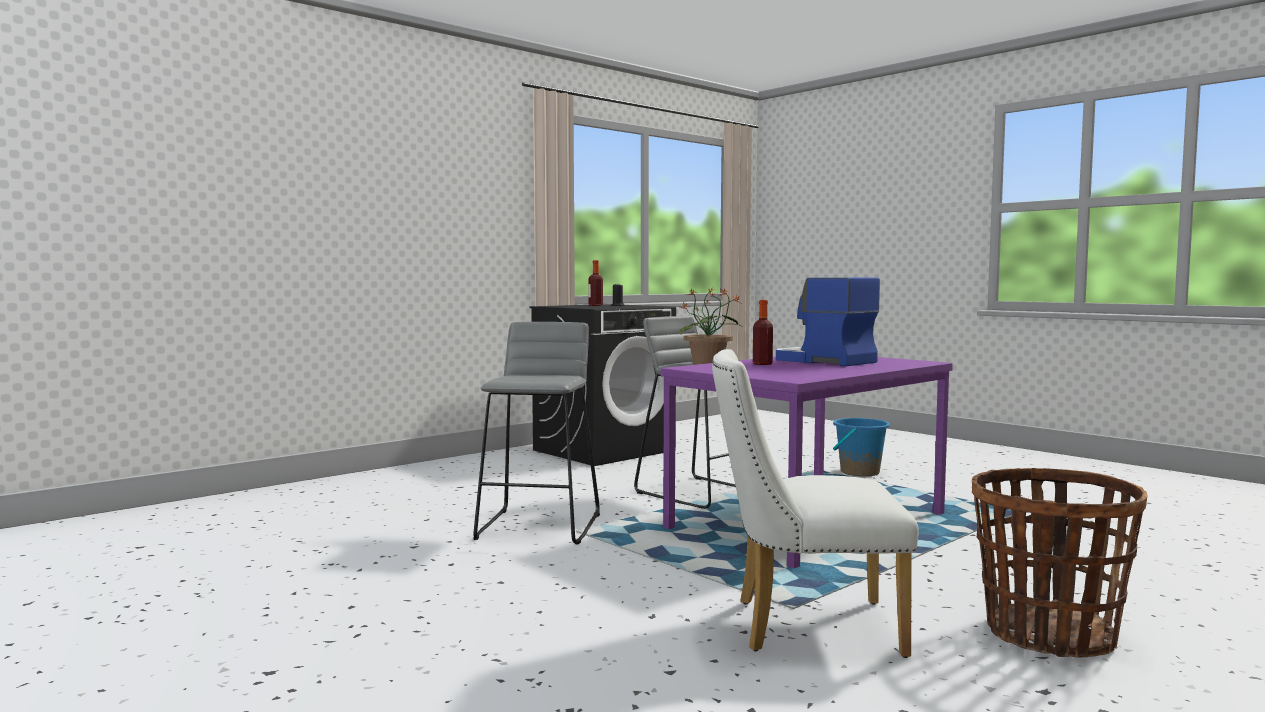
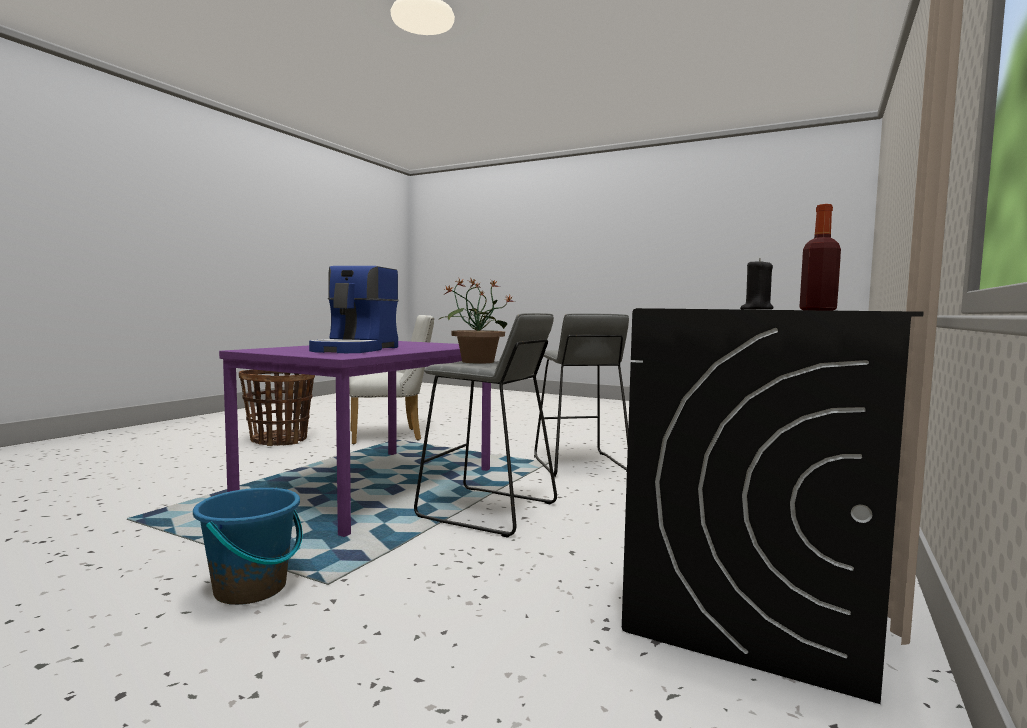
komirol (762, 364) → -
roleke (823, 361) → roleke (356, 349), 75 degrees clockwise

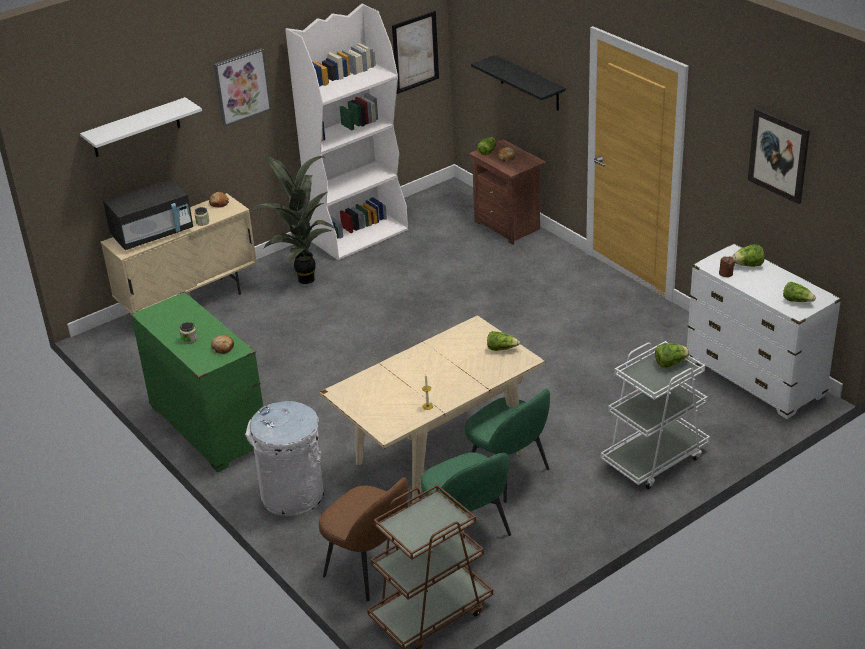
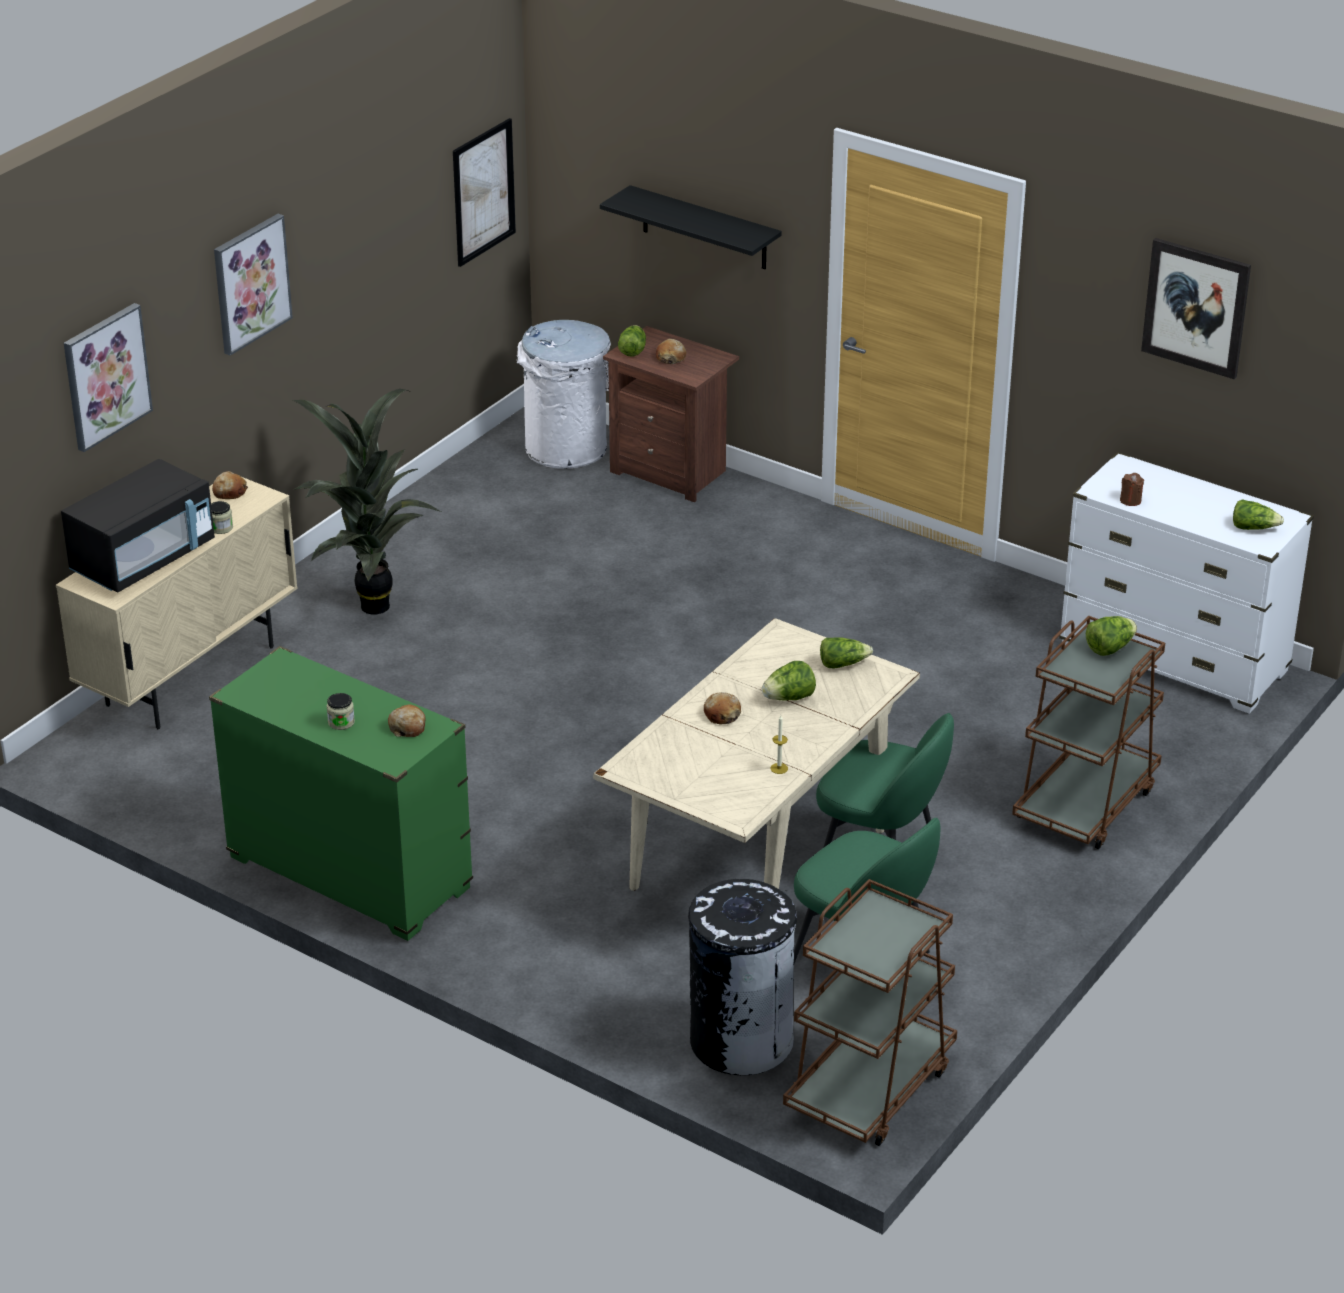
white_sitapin (136, 128) → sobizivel (106, 376)
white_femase (292, 496) → white_femase (566, 449), moved
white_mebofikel (359, 235) → -
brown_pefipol (370, 568) → black_femase (741, 1040)
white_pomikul (654, 459) → brown_pomikul (1085, 803)
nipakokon (748, 265) → nipakokon (789, 698), moved
- → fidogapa (722, 714)

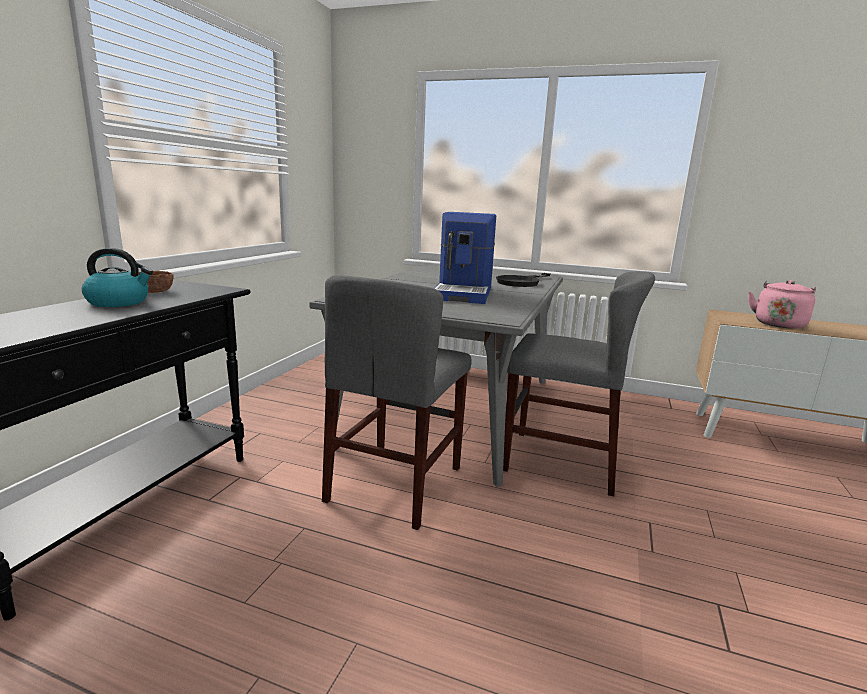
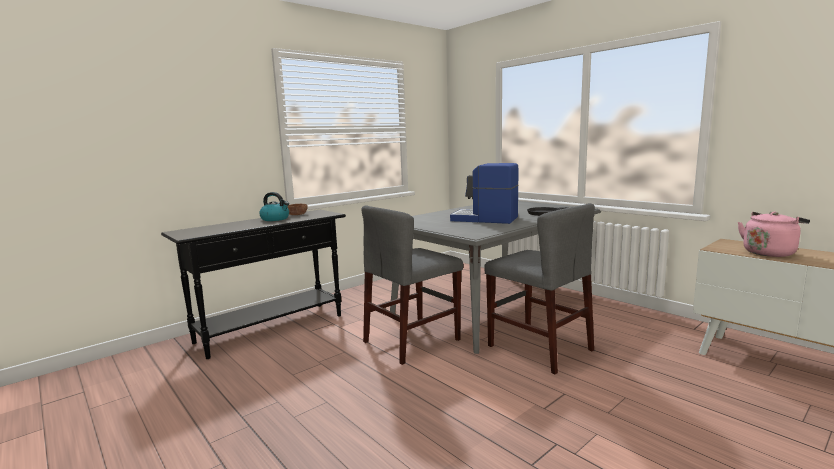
roleke (464, 293) → roleke (484, 219), 75 degrees clockwise

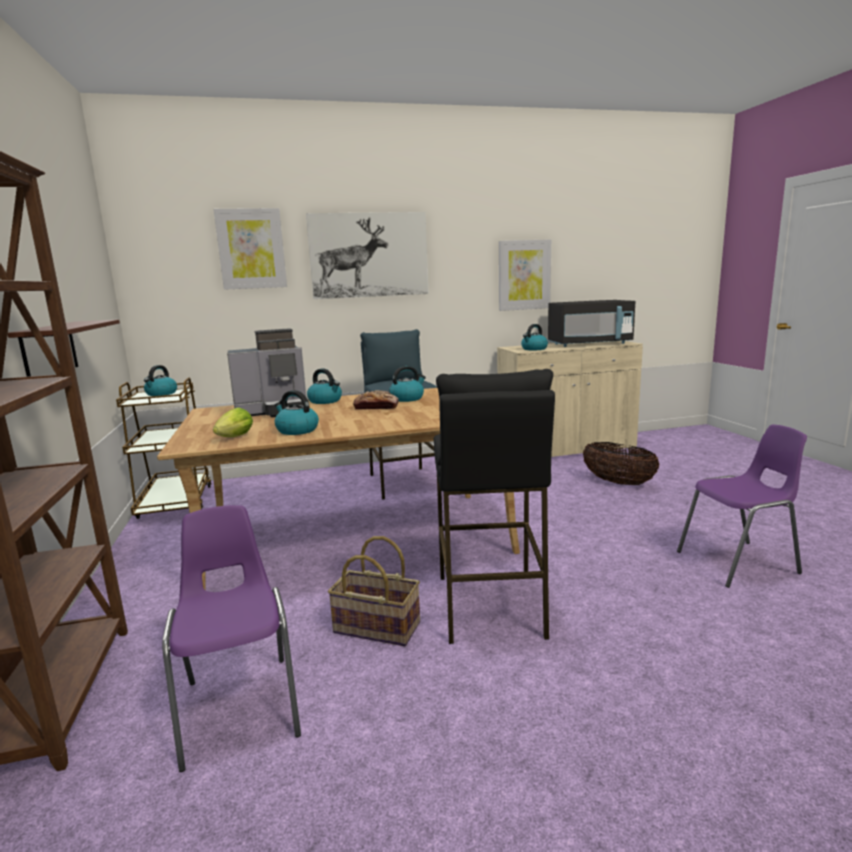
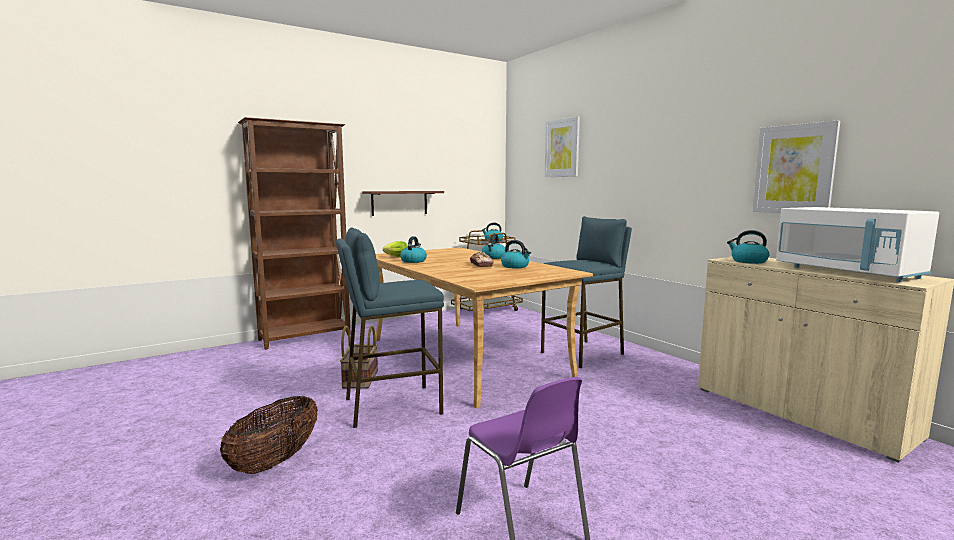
purple_pefipol (240, 707) → -
roleke (274, 411) → -
sobizivel (369, 255) → -
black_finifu (490, 605) → blue_finifu (392, 405)
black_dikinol (589, 344) → white_dikinol (847, 272)
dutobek (618, 482) → dutobek (275, 461), moved

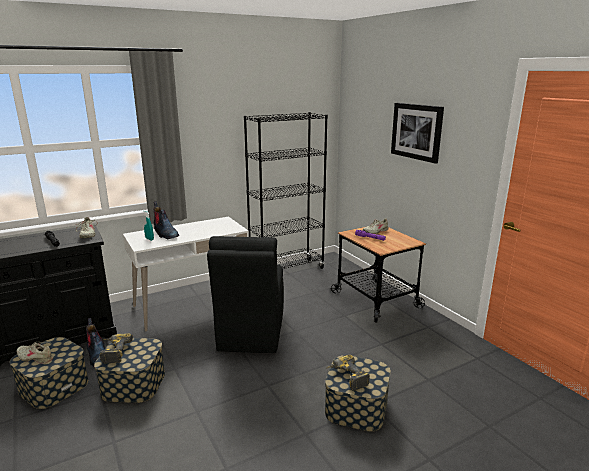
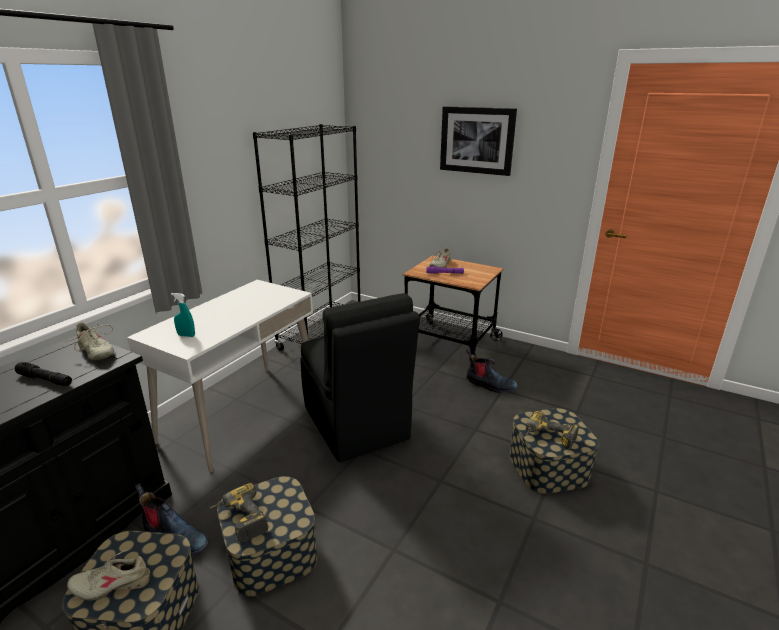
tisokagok (165, 234) → tisokagok (489, 385), moved

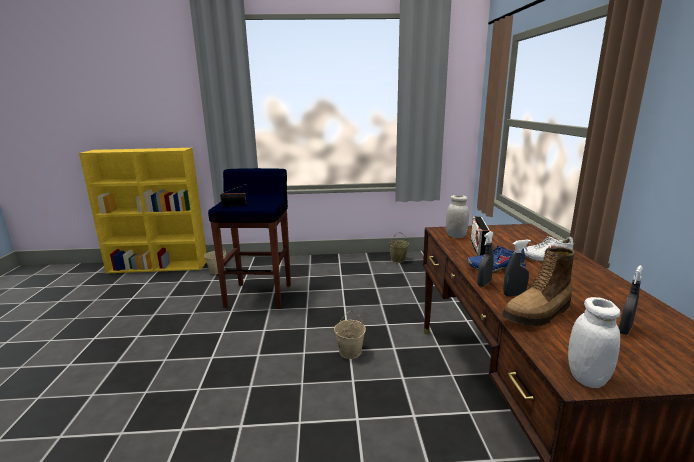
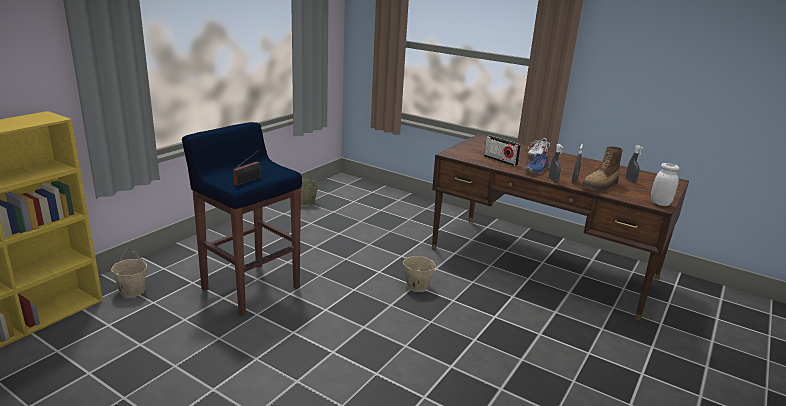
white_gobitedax (456, 236) → -
tisokagok (538, 314) → tisokagok (600, 186), 45 degrees clockwise

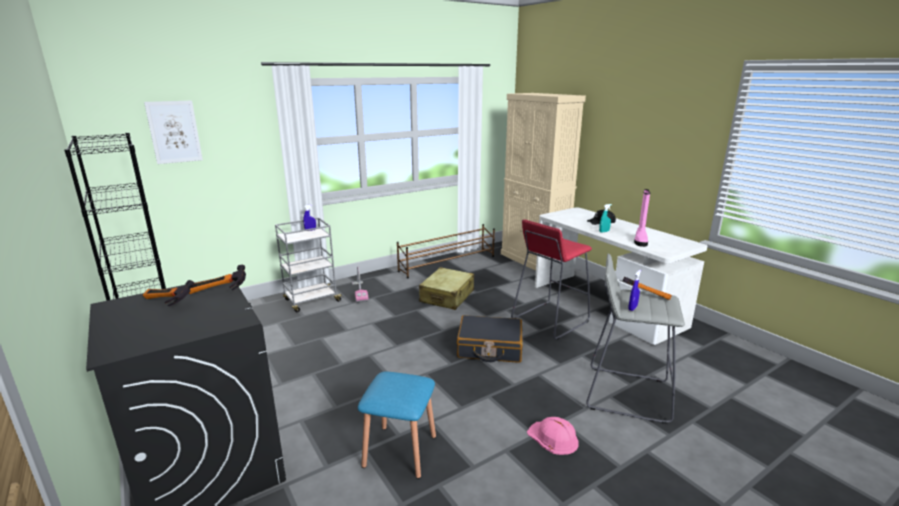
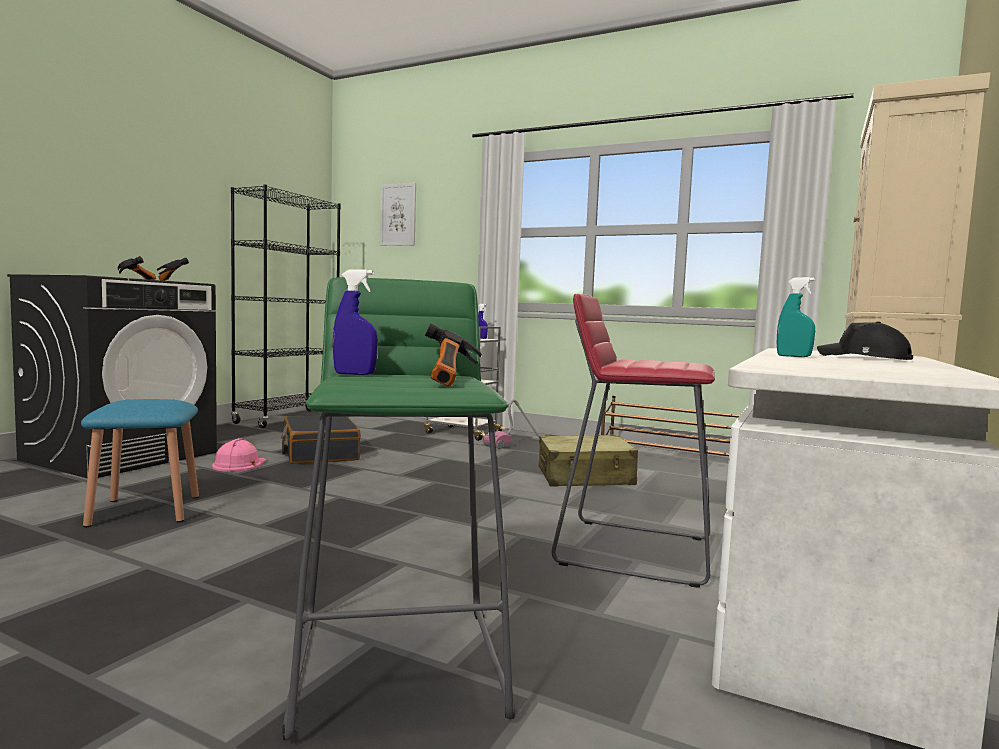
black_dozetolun (489, 348) → black_dozetolun (319, 452), moved
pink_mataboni (553, 438) → pink_mataboni (239, 464), moved
grey_finifu (626, 393) → green_finifu (400, 663)
pink_tisokagok (640, 240) → -

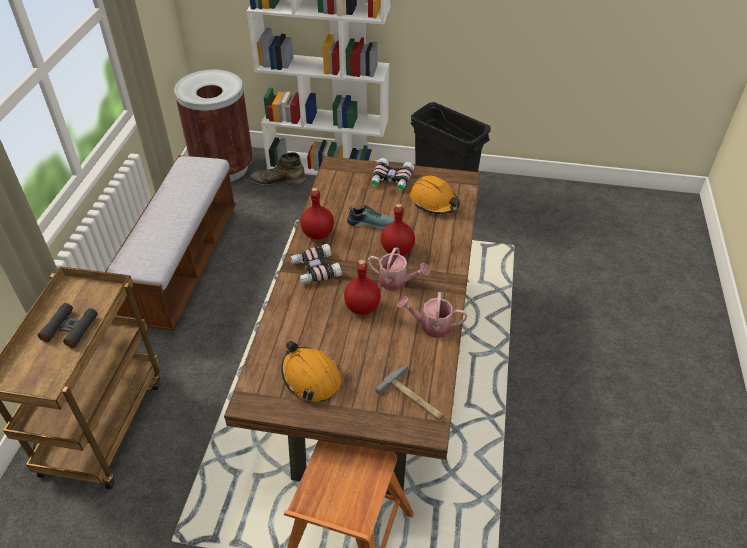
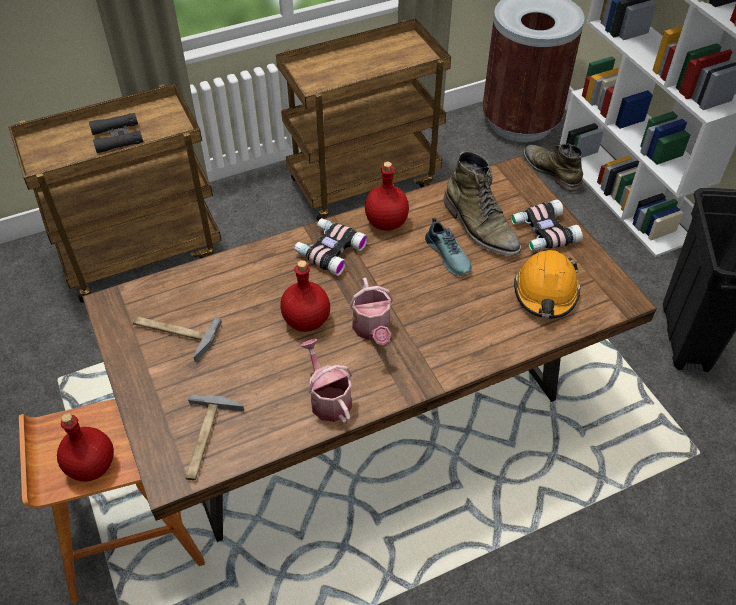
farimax (183, 264) → brown_pomikul (364, 181)
orange_mataboni (311, 377) → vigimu (173, 333)
red_komirol (396, 250) → red_komirol (91, 465), moved
- → green_tisokagok (480, 227)

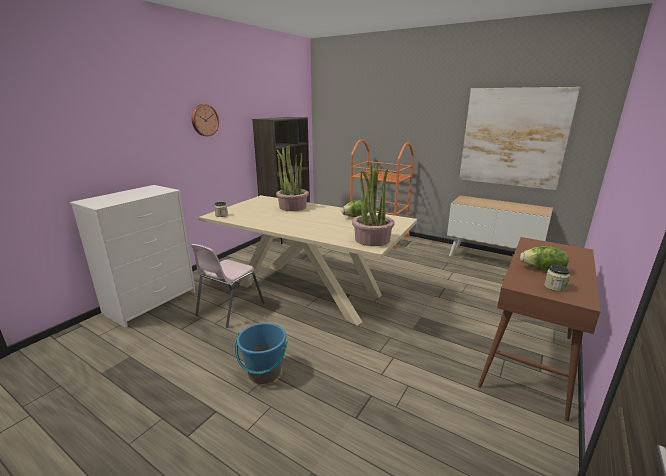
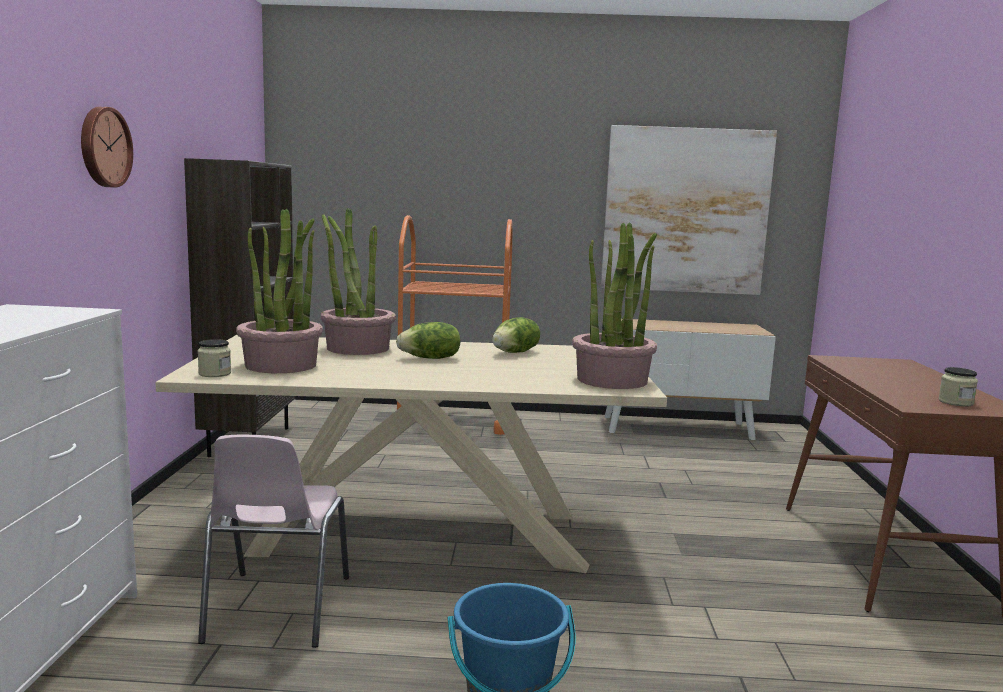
nipakokon (542, 270) → nipakokon (430, 358), moved
- → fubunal (281, 365)

